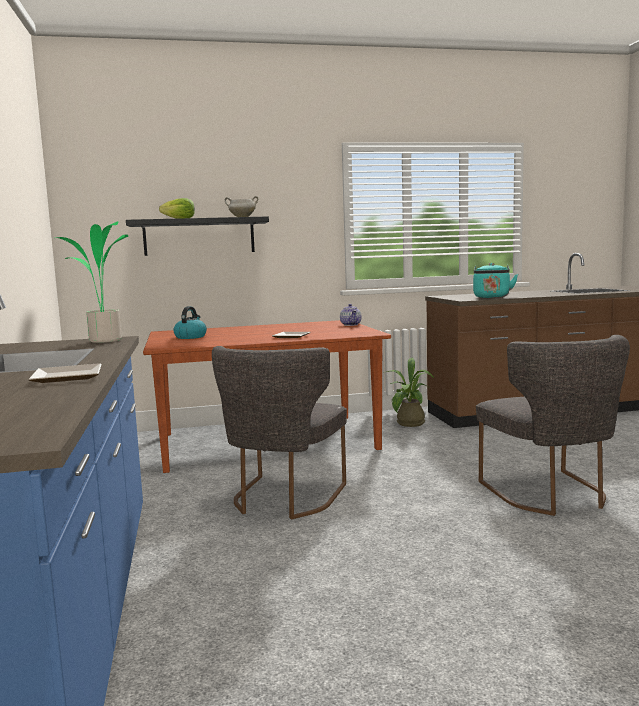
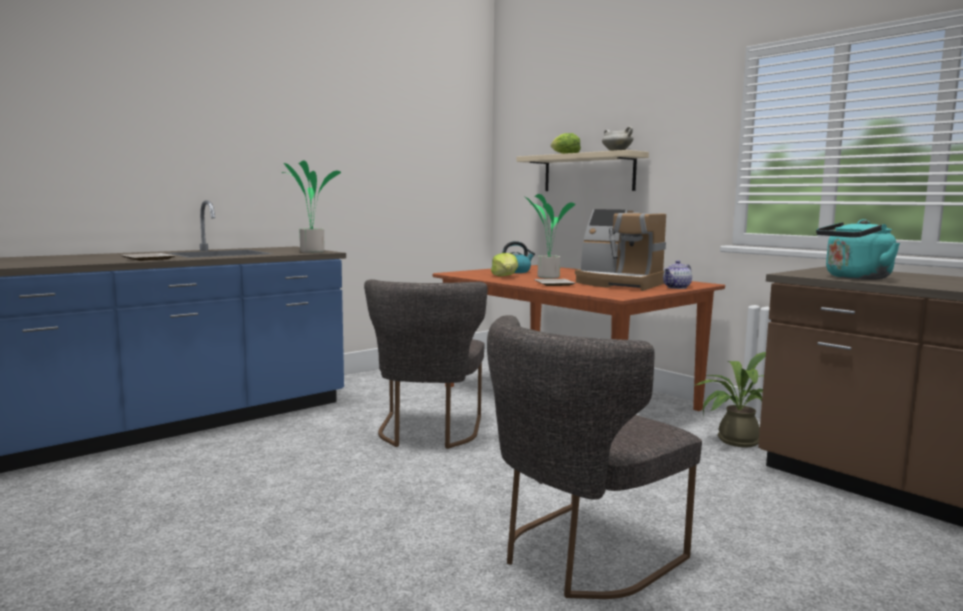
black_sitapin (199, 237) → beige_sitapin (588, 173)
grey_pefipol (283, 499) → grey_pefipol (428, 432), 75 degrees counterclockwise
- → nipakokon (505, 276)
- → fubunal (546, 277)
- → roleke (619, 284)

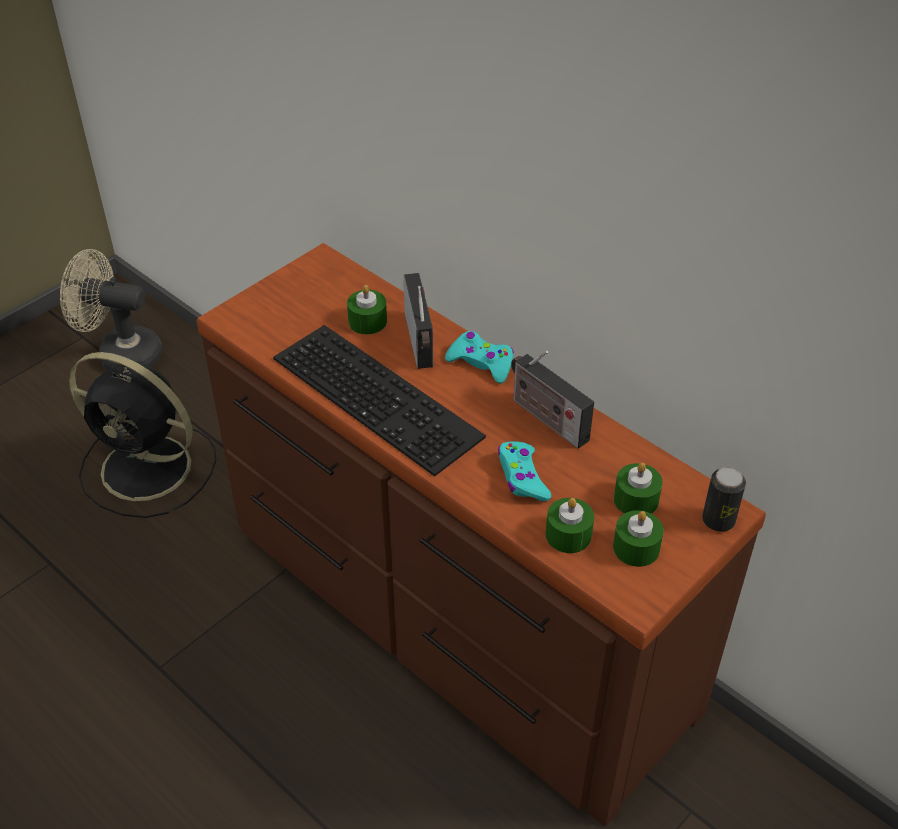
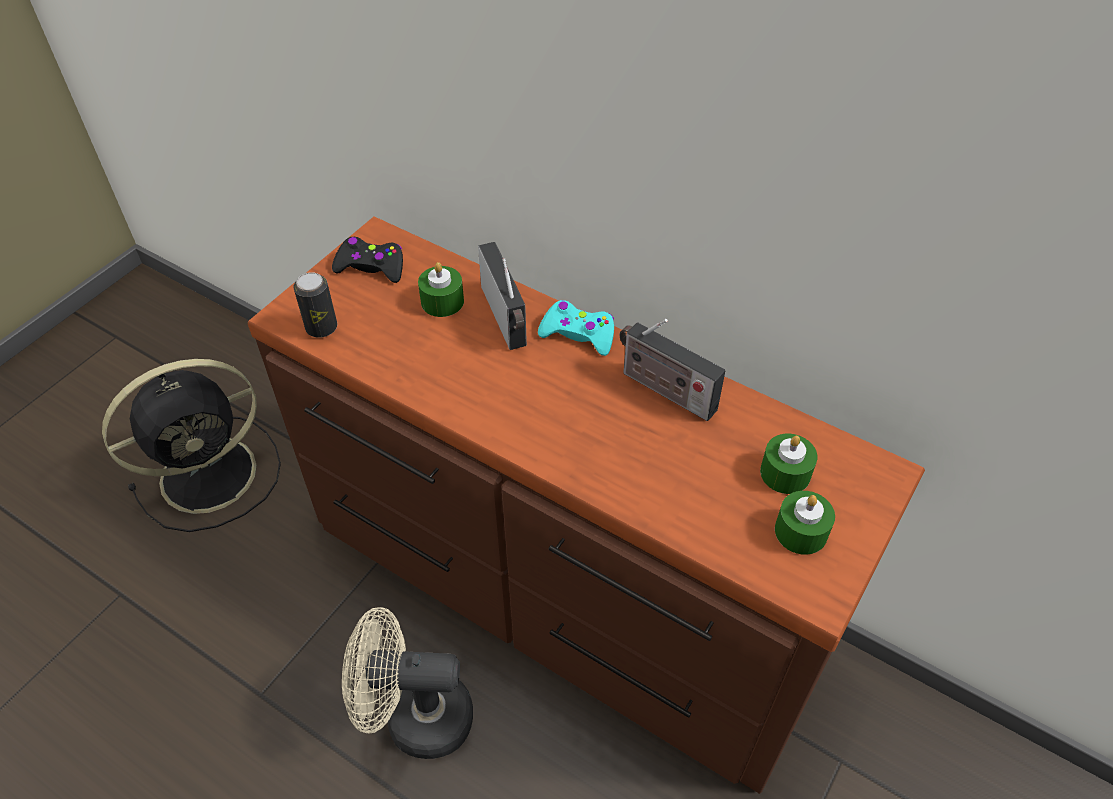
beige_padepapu (121, 354) → beige_padepapu (415, 717), moved
black_padepapu (150, 469) → black_padepapu (213, 472), 45 degrees counterclockwise
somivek (381, 396) → -
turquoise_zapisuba (522, 477) → -
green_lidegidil (568, 535) → -
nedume (718, 520) → nedume (321, 327), moved
- → black_zapisuba (371, 267)

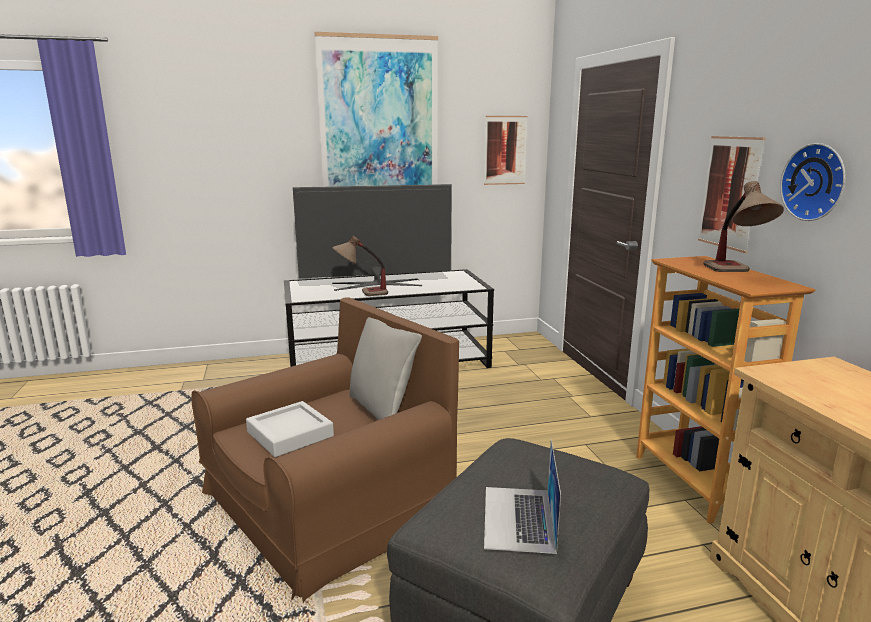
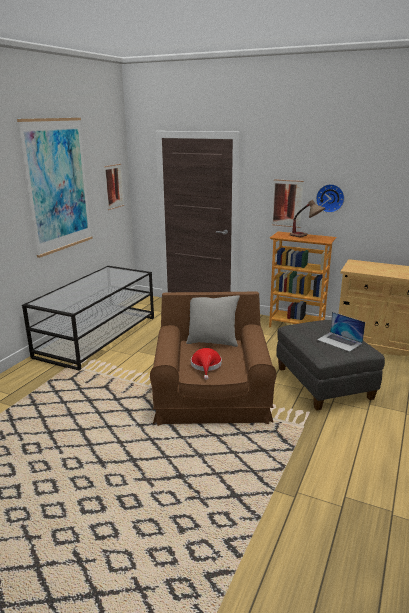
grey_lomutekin (290, 434) → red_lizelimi (206, 366)
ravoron (377, 284) → -
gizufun (361, 294) → -

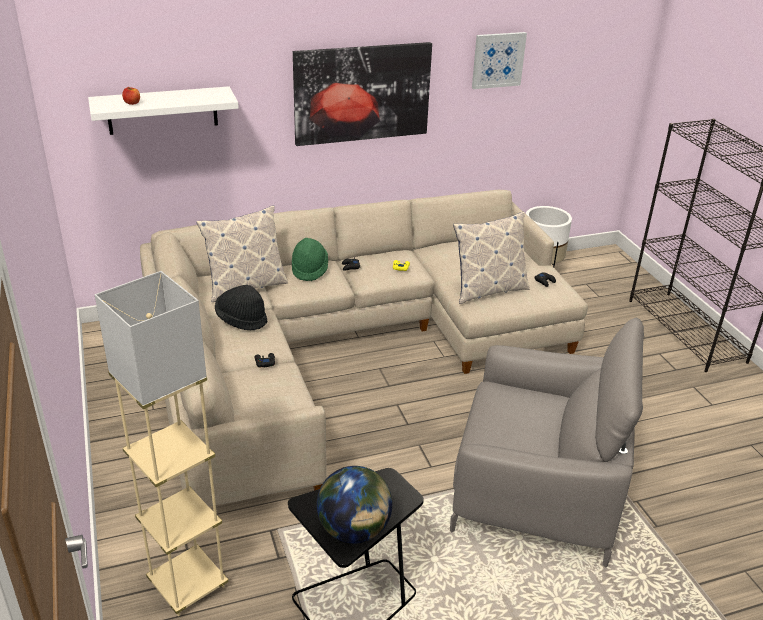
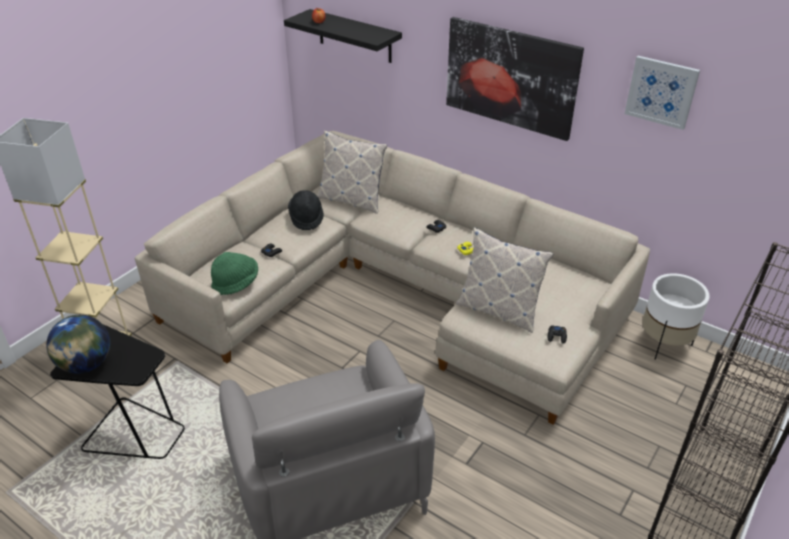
white_sitapin (162, 110) → black_sitapin (354, 36)
green_lizelimi (309, 269) → green_lizelimi (236, 283), moved

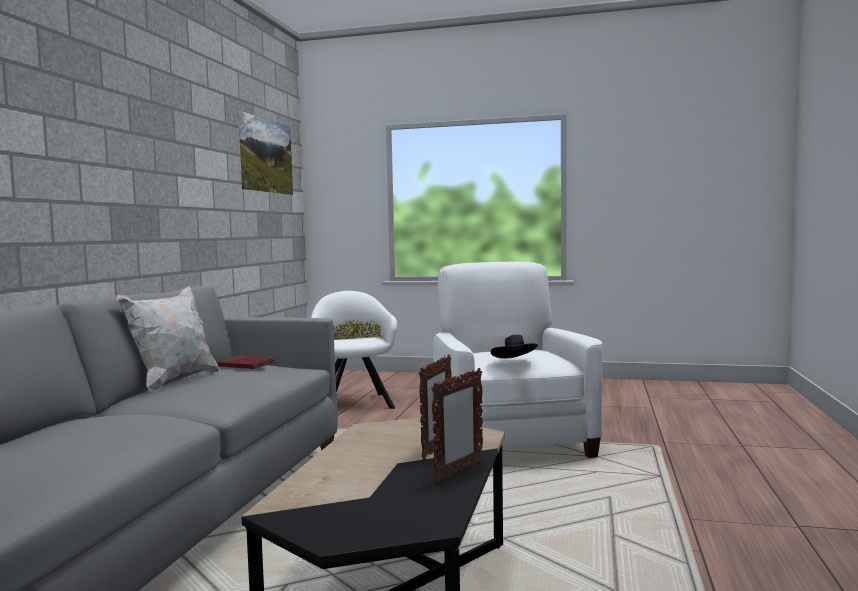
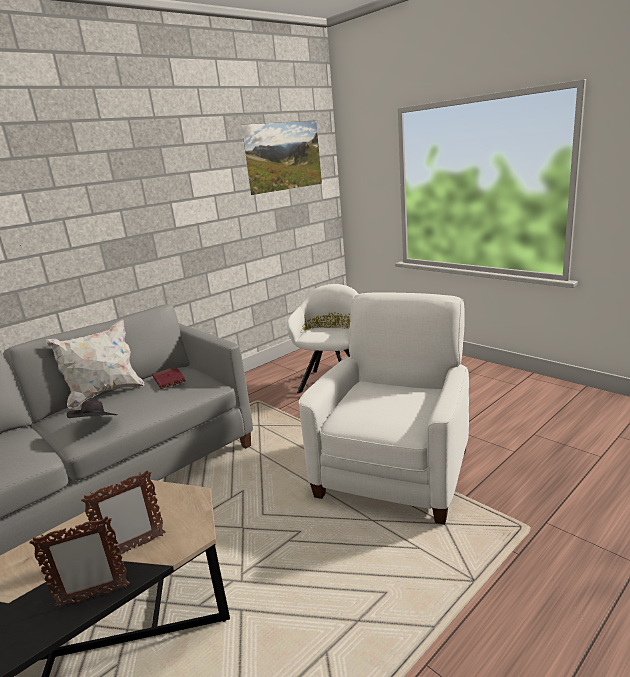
black_lizelimi (515, 362) → black_lizelimi (95, 424), moved

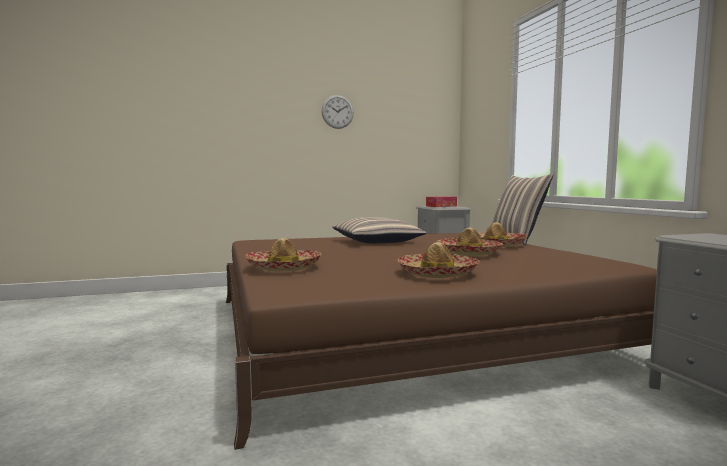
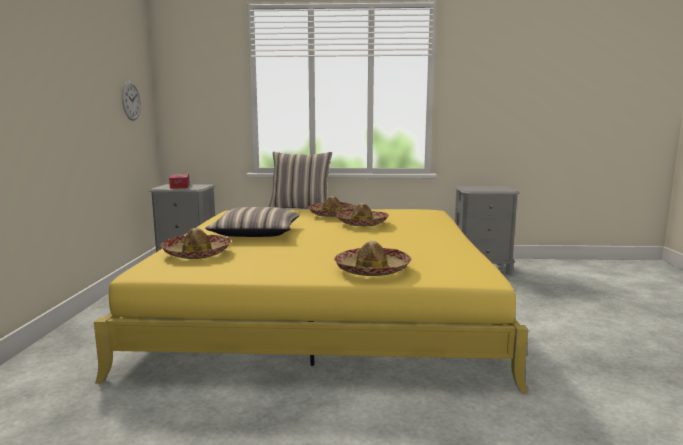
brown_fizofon (404, 329) → yellow_fizofon (324, 305)
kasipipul (337, 112) → kasipipul (131, 101), moved
lizelimi (437, 273) → lizelimi (197, 253), moved

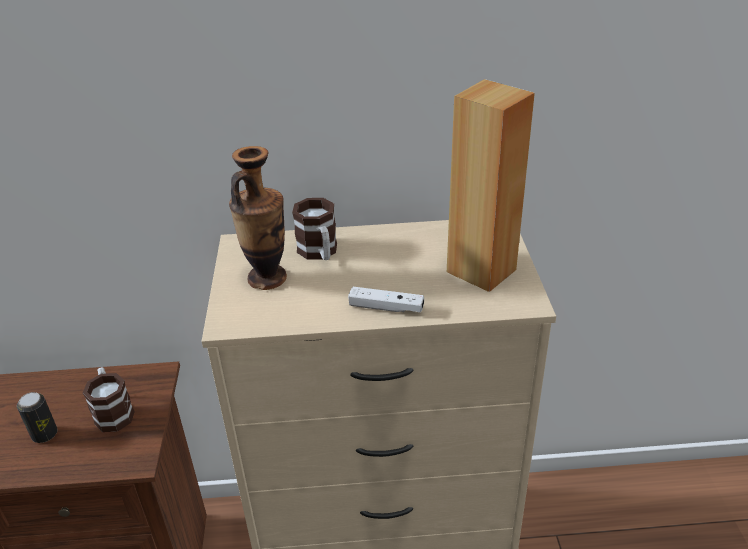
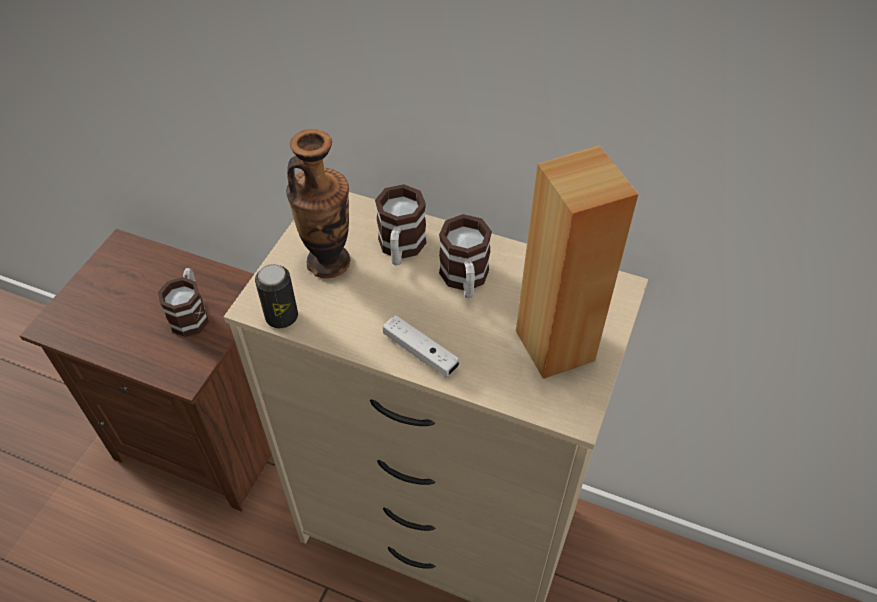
nedume (44, 434) → nedume (282, 317), moved
- → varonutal (465, 280)

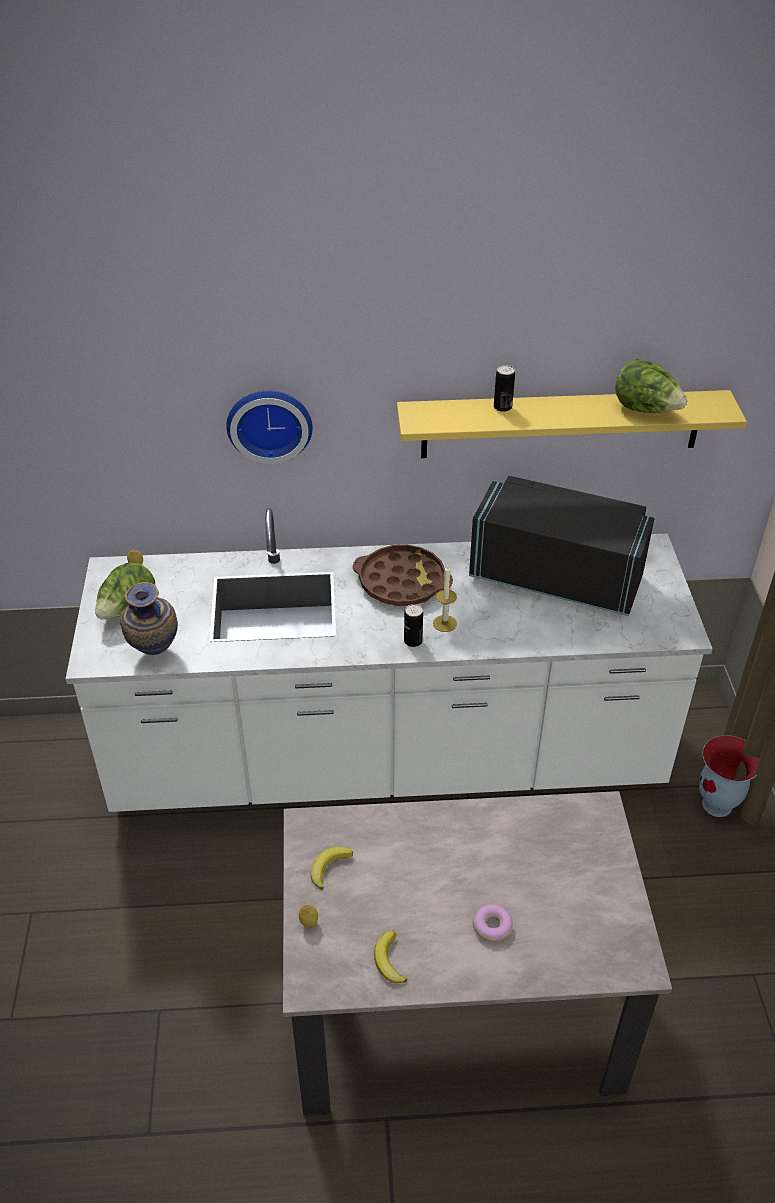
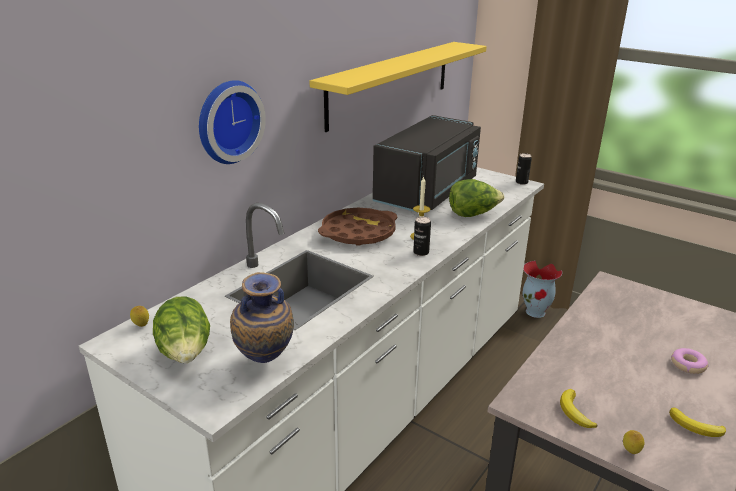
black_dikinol (557, 575) → black_dikinol (428, 192), 150 degrees clockwise
nedume (502, 407) → nedume (521, 182), moved
nipakokon (645, 410) → nipakokon (473, 214), moved

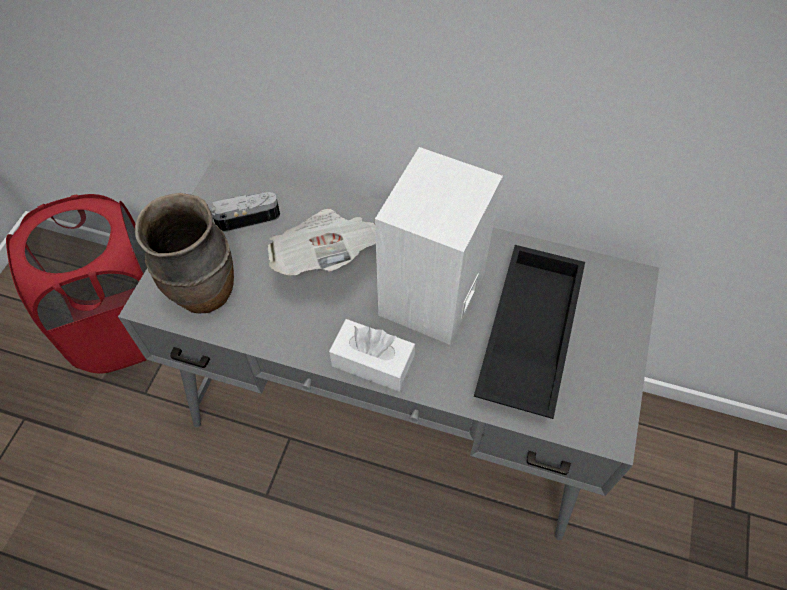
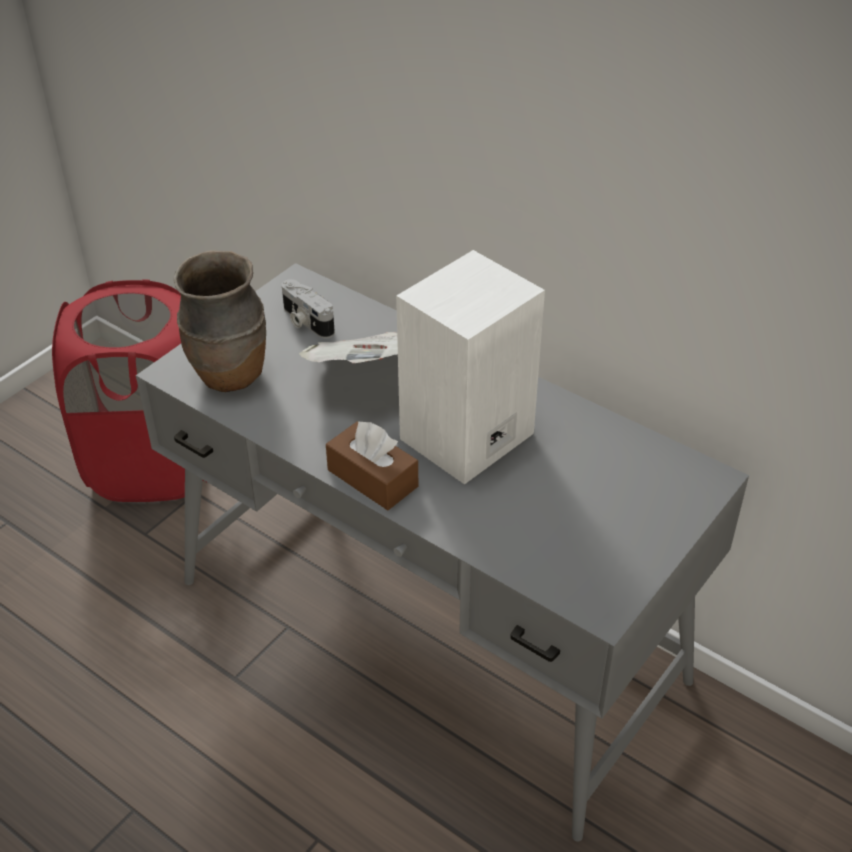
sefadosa (247, 217) → sefadosa (305, 322), 135 degrees counterclockwise
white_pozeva (372, 362) → brown_pozeva (372, 478)
black_lomutekin (526, 334) → -

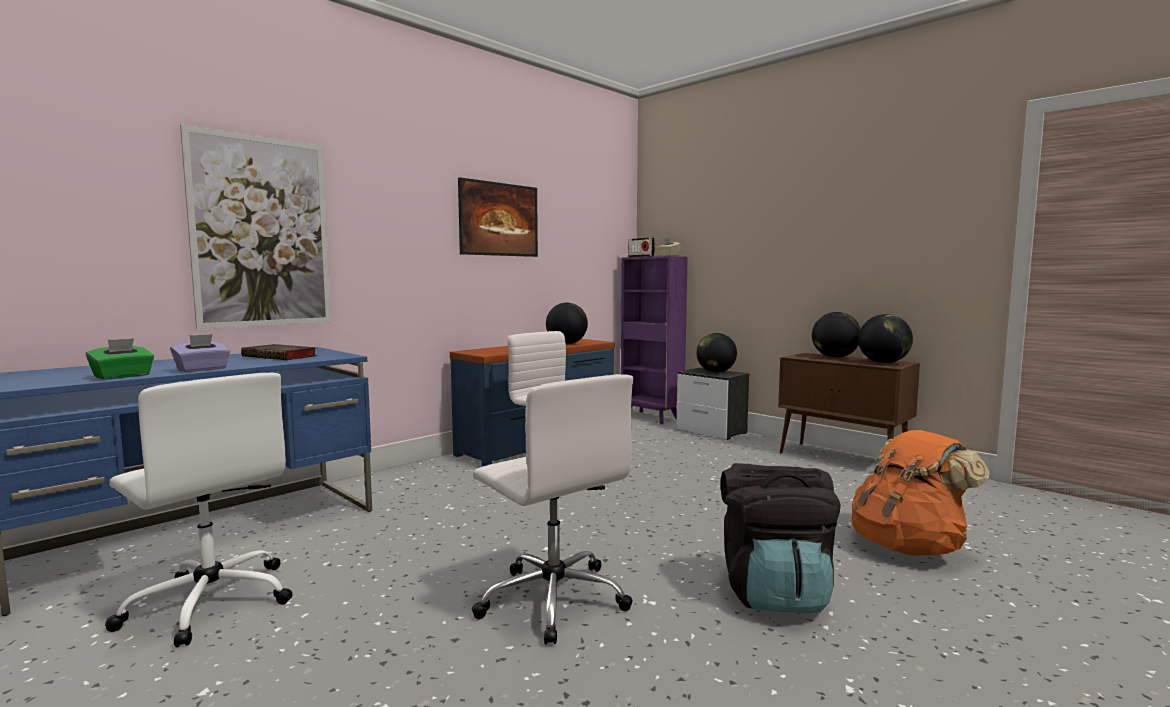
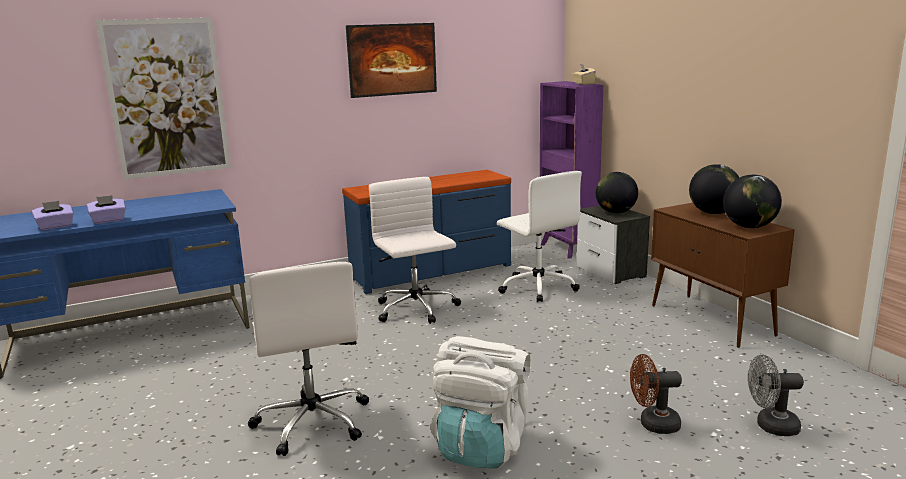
green_pozeva (123, 376) → purple_pozeva (55, 227)
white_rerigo (210, 602) → white_rerigo (537, 287), moved
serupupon (282, 357) → -
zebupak (566, 344) → -
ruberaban (641, 256) → -
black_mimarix (774, 592) → white_mimarix (482, 446)
orange_mimarix (908, 547) → brown_padepapu (653, 424)
- → grey_padepapu (770, 426)

